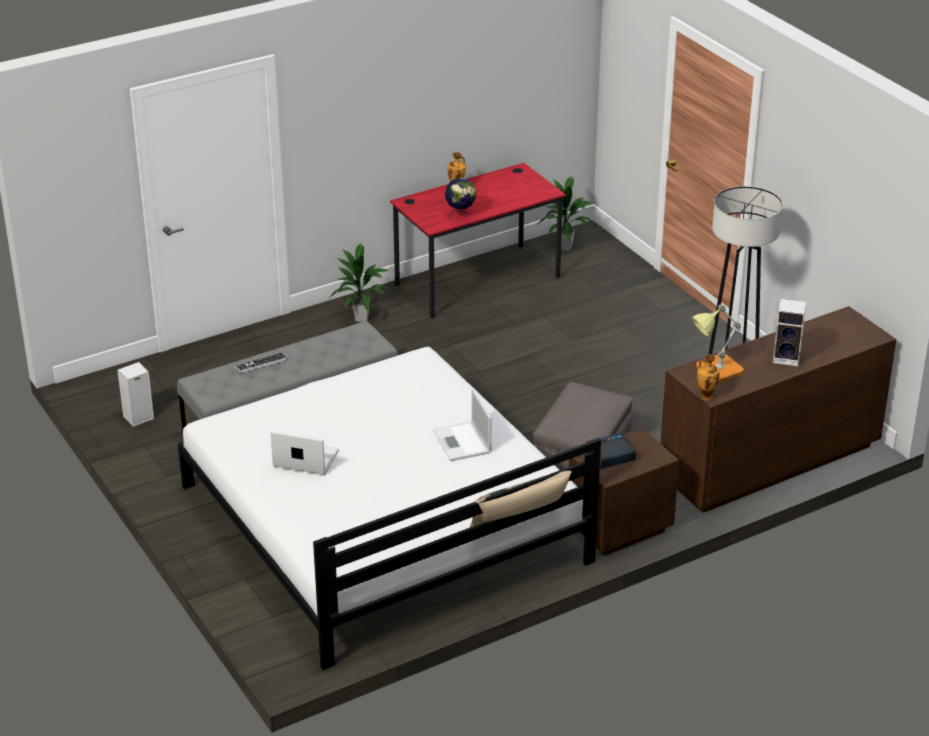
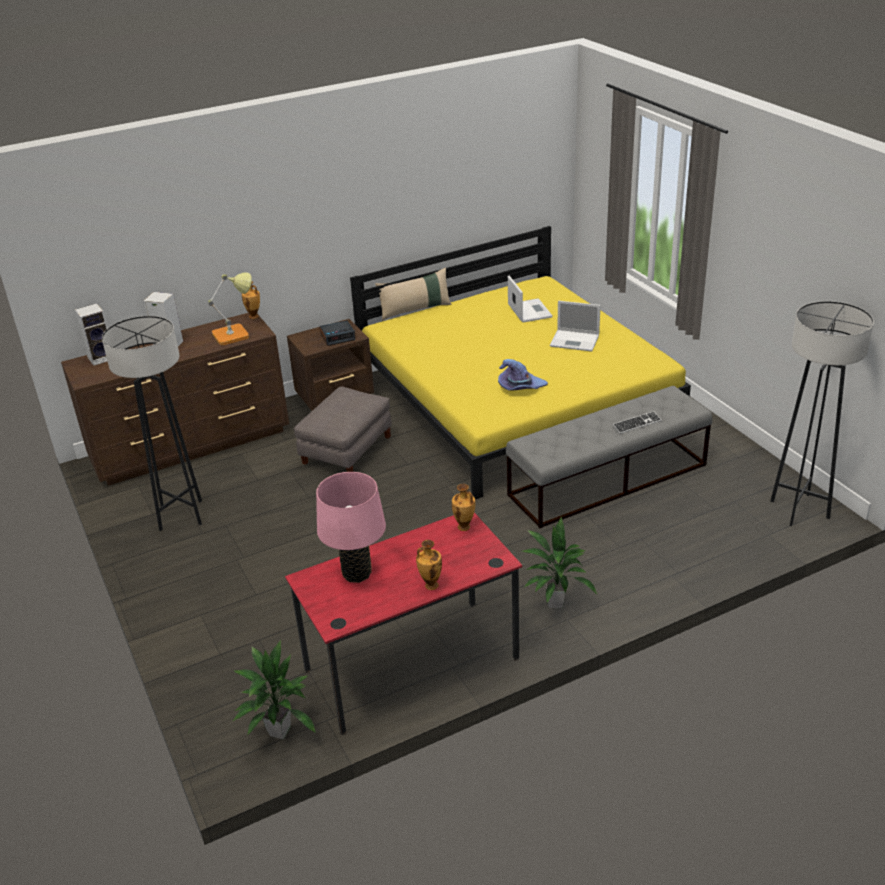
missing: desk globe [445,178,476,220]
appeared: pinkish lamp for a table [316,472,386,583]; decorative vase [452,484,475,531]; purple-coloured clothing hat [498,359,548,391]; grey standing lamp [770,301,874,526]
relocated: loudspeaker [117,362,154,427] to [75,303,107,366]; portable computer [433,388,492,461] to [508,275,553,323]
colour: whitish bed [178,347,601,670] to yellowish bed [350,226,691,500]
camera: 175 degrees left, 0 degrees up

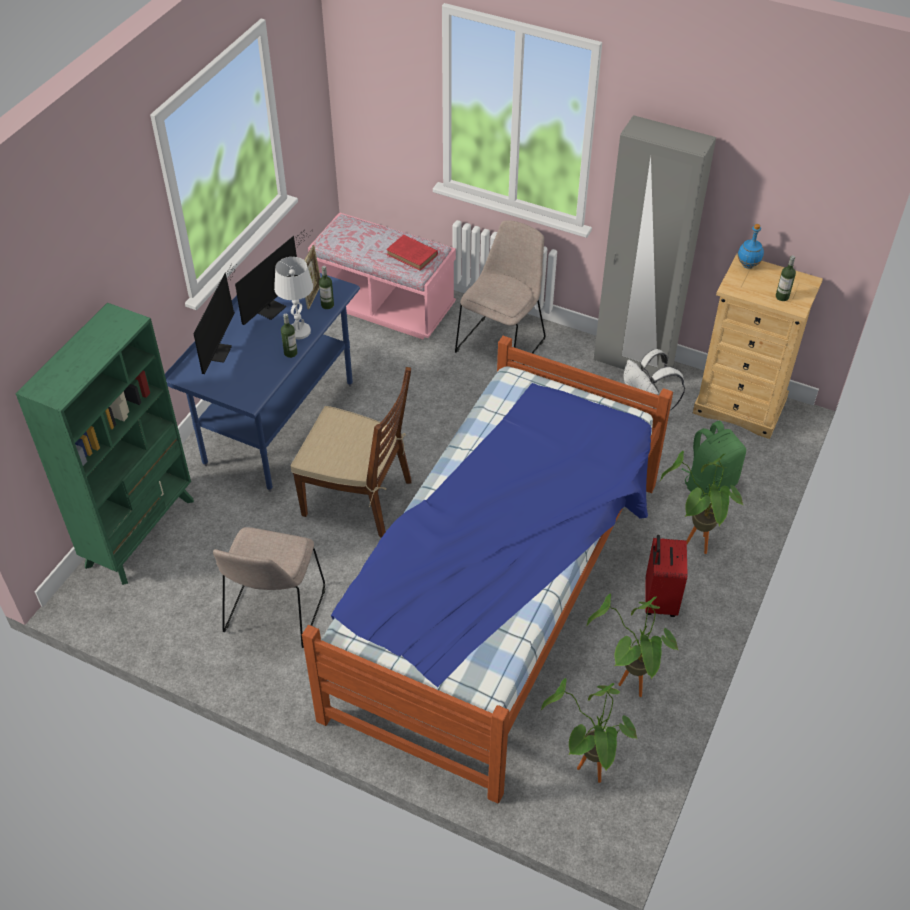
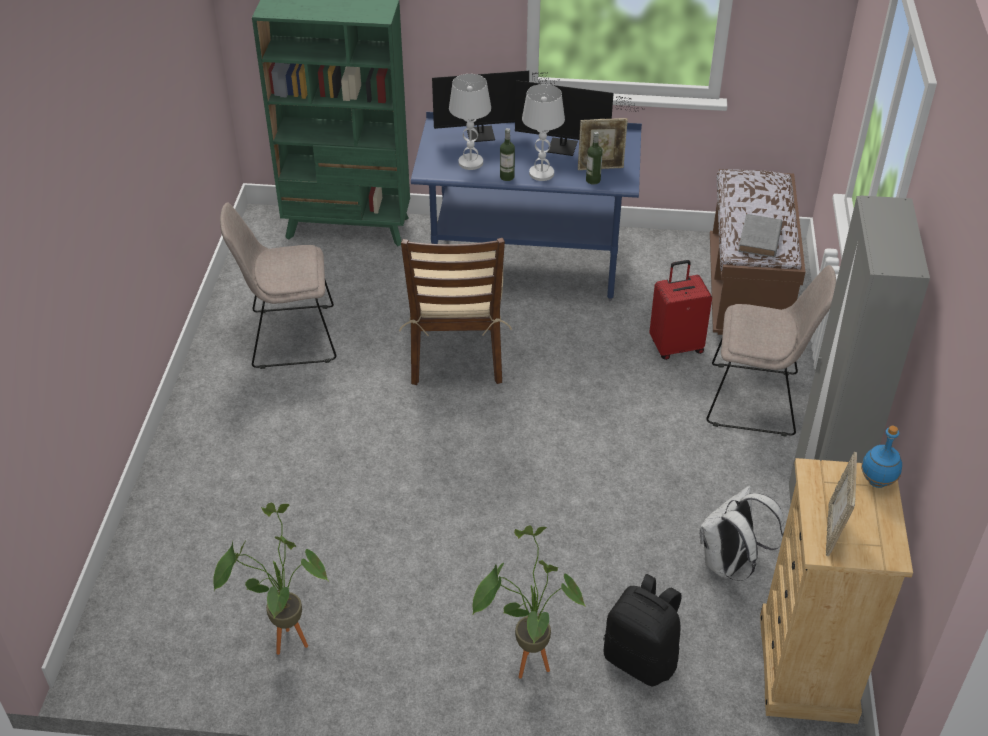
missing: bed [302,336,673,804]; plant in a pot [541,678,637,783]
appeared: whitish lamp for a table [449,74,491,170]
relocated: red-coloured piece of luggage [645,535,688,617] to [649,260,712,360]
exchanged: beverage bottle [776,256,796,301] to standing frame [826,452,857,556]
colour: greenish rucksack [681,421,746,499] to black-coloured rucksack [603,574,682,686]; pinkish long seat [308,212,456,339] to brown long seat [710,169,805,335]; red-coloured bound book [386,235,438,271] to grey bound book [738,214,782,258]
camera: 70 degrees right, 5 degrees down

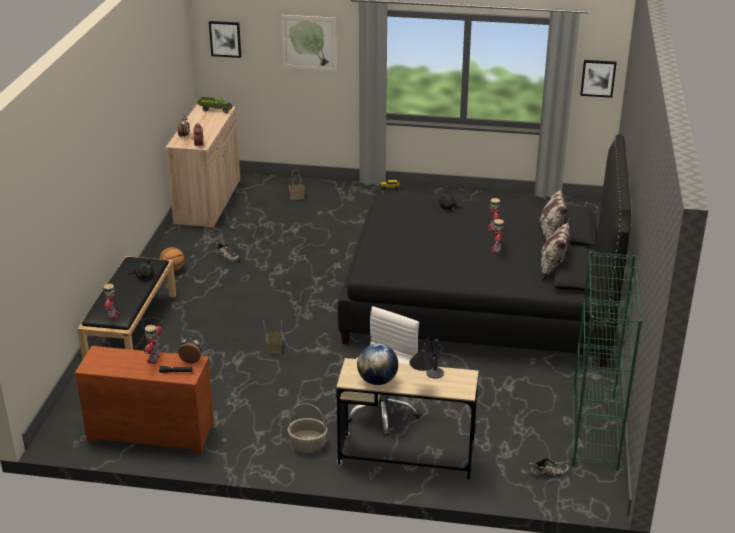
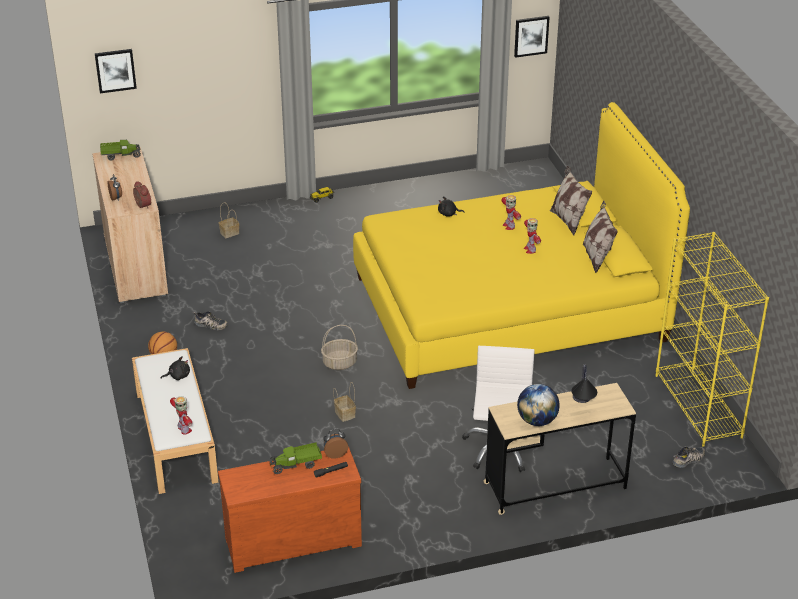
missing: picture [281,15,337,71]
relocated: storage basket [288,403,327,452] to [321,325,358,370]
exchanged: toy robot [144,325,162,364] to toy lorry [270,442,322,474]
colour: black-coloured long seat [77,256,176,360] to whitish long seat [132,348,218,494]; black-coloured bed [338,134,631,368] to yellowish bed [353,102,690,389]; greenish shelving unit [572,252,642,471] to yellowish shelving unit [656,232,769,447]
camera: 25 degrees left, 5 degrees up

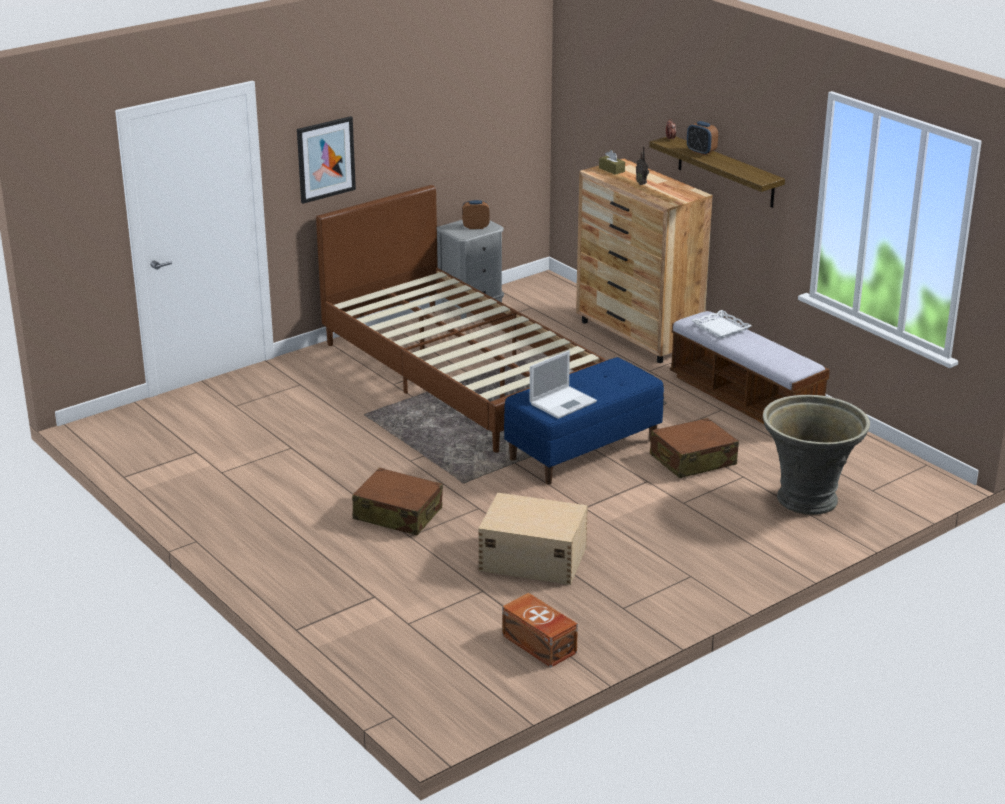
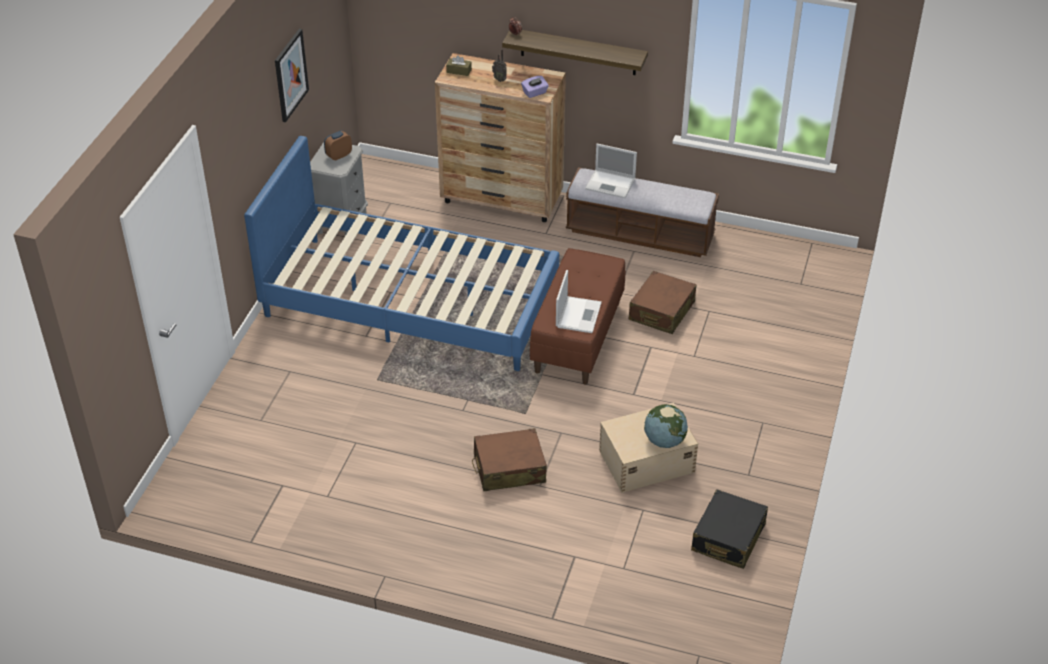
missing: alarm clock [687,121,718,156]; grey planter [763,395,870,515]
appeared: purple-coloured box of tissues [521,76,549,98]; desk globe [644,404,688,448]
relocated: picture [297,116,356,204] to [275,29,309,122]
exchanged: whitish tray [691,310,752,338] to portable computer [585,143,637,198]; brown storage container [502,593,578,667] to black-coloured piece of luggage [691,489,768,569]
colour: brown bed [316,185,608,453] to blue-coloured bed [244,136,559,371]; blue-coloured long seat [504,357,664,485] to brown long seat [530,248,626,385]
camera: 35 degrees left, 15 degrees up

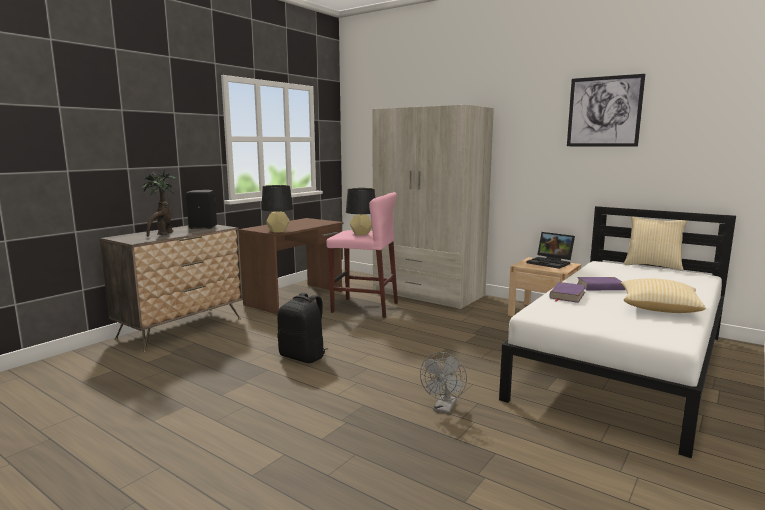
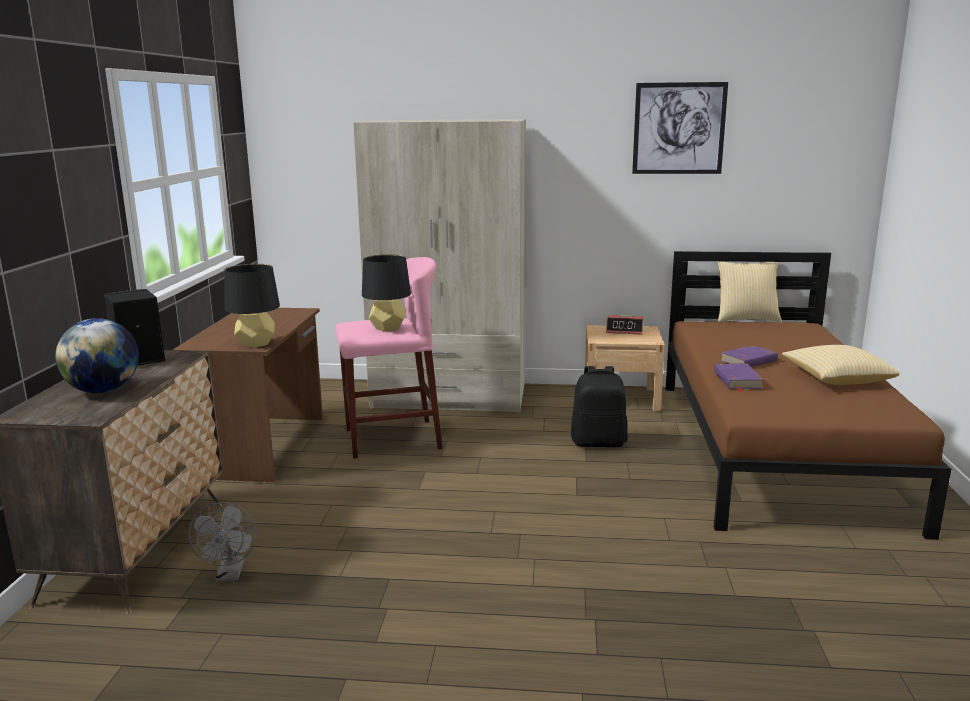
relocated: grey electric fan [420,352,467,414] to [188,502,256,582]; black-coloured rucksack [277,293,327,363] to [571,366,628,447]
exchanged: plant in a pot [142,170,177,237] to desk globe [55,318,139,393]; portable computer [527,232,575,269] to alarm clock [606,315,644,335]
colour: whitish bed [499,206,736,458] to brown bed [666,251,951,540]
camera: 30 degrees left, 5 degrees up

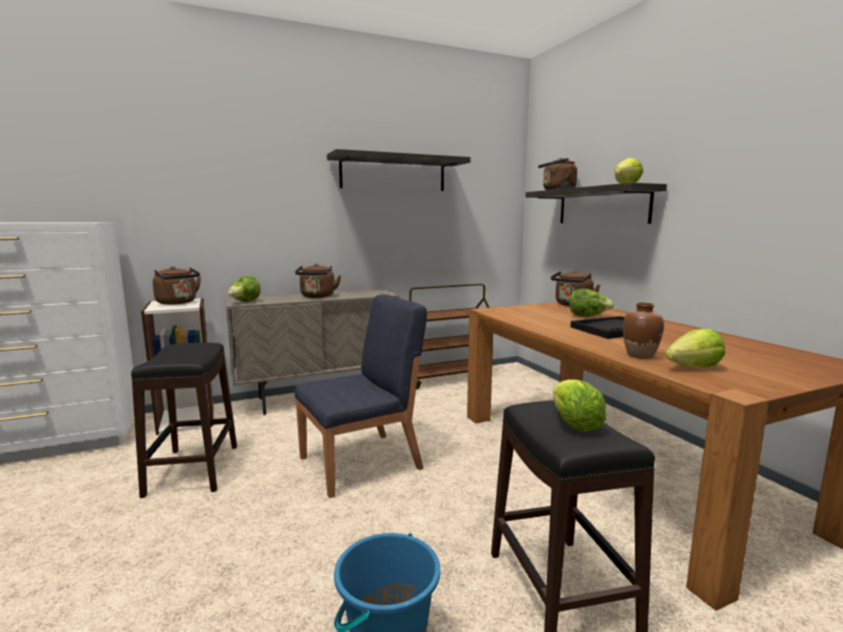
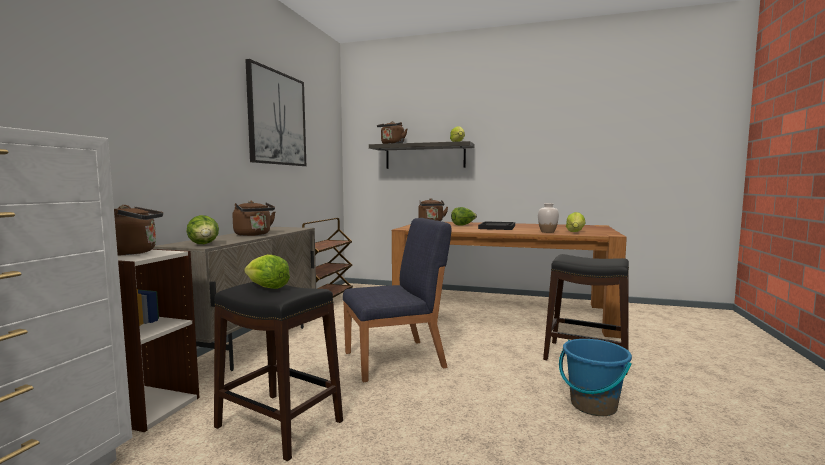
relocated: lettuce [553,379,606,432] to [244,254,290,289]
exchanged: bracket shelf [327,149,471,191] to picture [245,59,306,166]
colour: brown decorative vase [623,303,664,359] to whitish decorative vase [538,203,559,233]
spun: blue-coloured plain chair [295,294,427,498] = [343,218,451,382] 60 degrees clockwise
camera: 50 degrees left, 5 degrees down

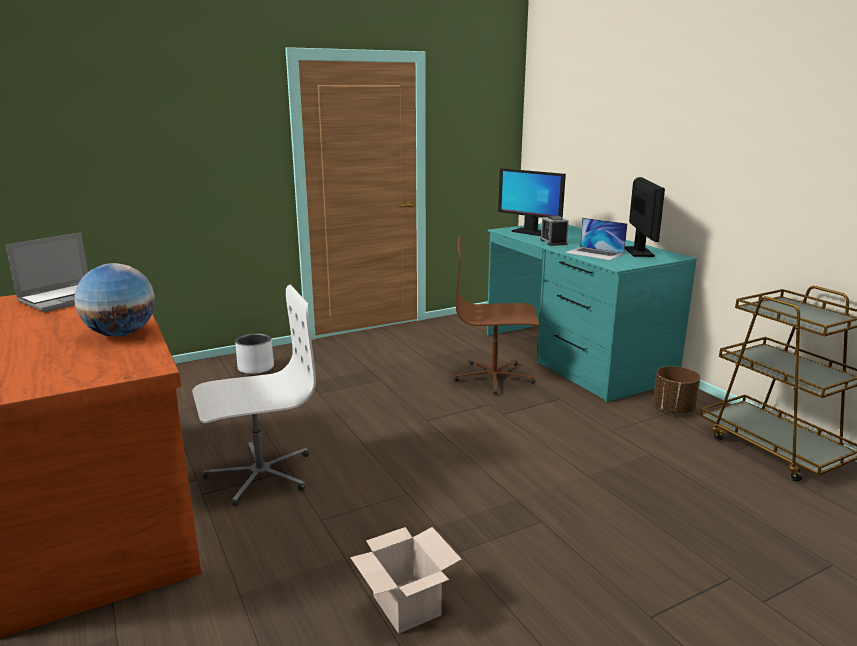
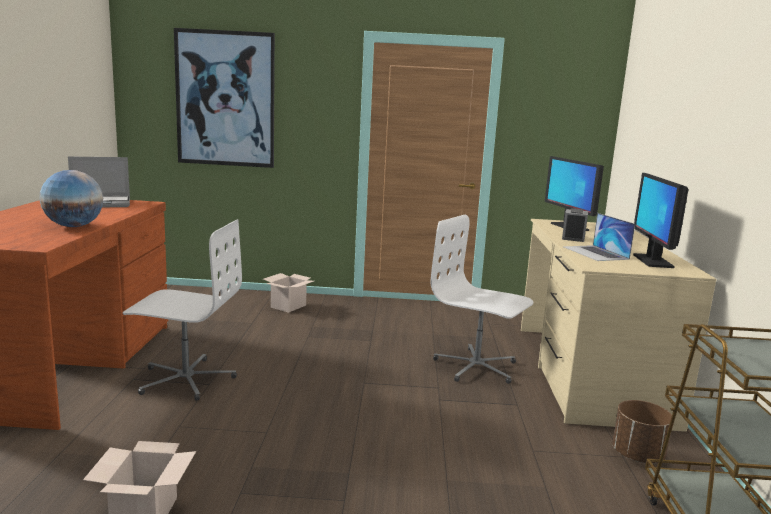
appeared: picture [174,28,275,168]
exchanged: grey planter [235,333,274,374] to carton [263,273,314,313]
colour: brown office chair [454,237,539,395] to whitish office chair [431,215,533,384]; blue-green desk table [487,223,697,402] to beige-coloured desk table [521,219,717,432]
spun: monitor [625,177,665,257] = [633,173,688,268] 150 degrees clockwise
camera: 30 degrees right, 5 degrees down

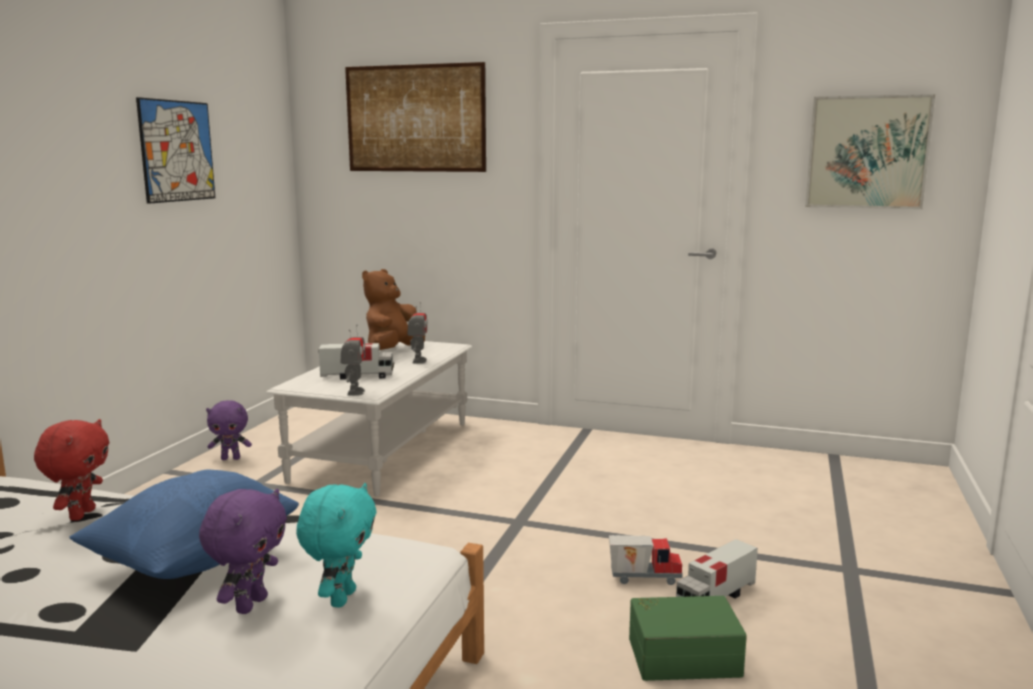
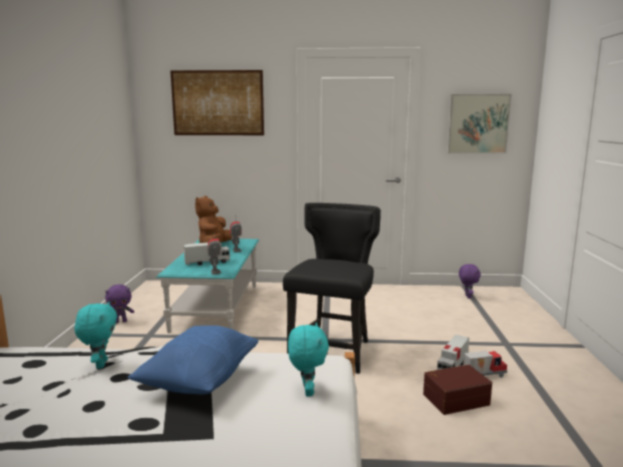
missing: picture [136,97,215,204]
appeared: black-coloured plain chair [283,203,381,374]
relocated: purple-coloured cuddly toy [199,489,287,614] to [459,264,481,299]; toy lorry [609,535,683,585] to [464,351,507,378]
colour: red-coloured cuddly toy [34,419,109,521] to blue-green cuddly toy [74,302,117,369]; whitish coffee table [266,341,472,496] to blue-green coffee table [156,239,259,333]; greenish storage container [629,596,747,681] to brown storage container [423,364,492,415]
camera: 15 degrees left, 0 degrees up

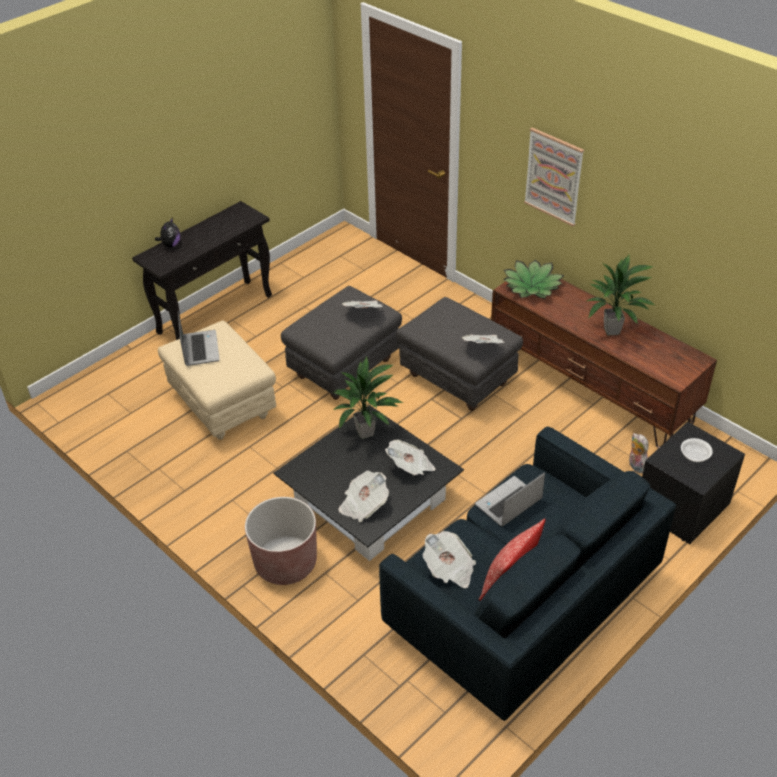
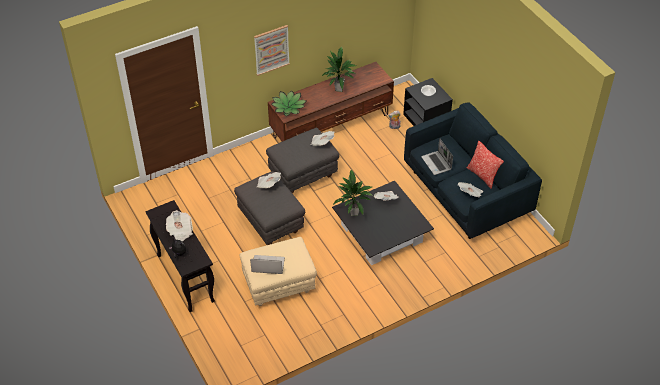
missing: brown planter [245,497,317,585]
relocated: daily paper [339,471,389,522] to [166,210,193,242]
camera: 75 degrees left, 5 degrees up

